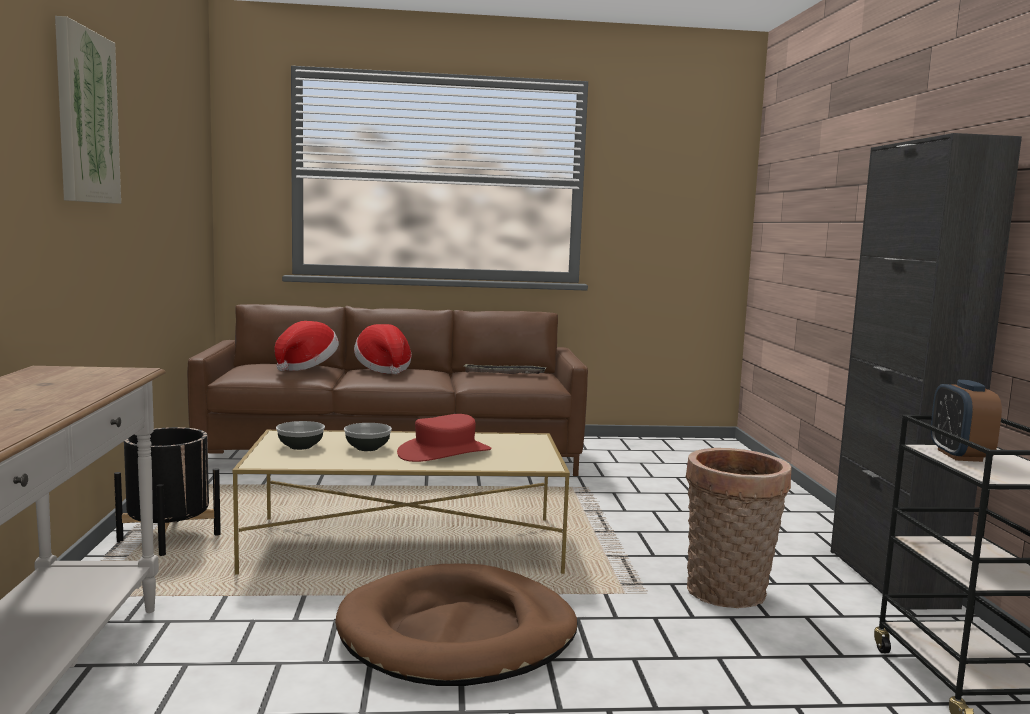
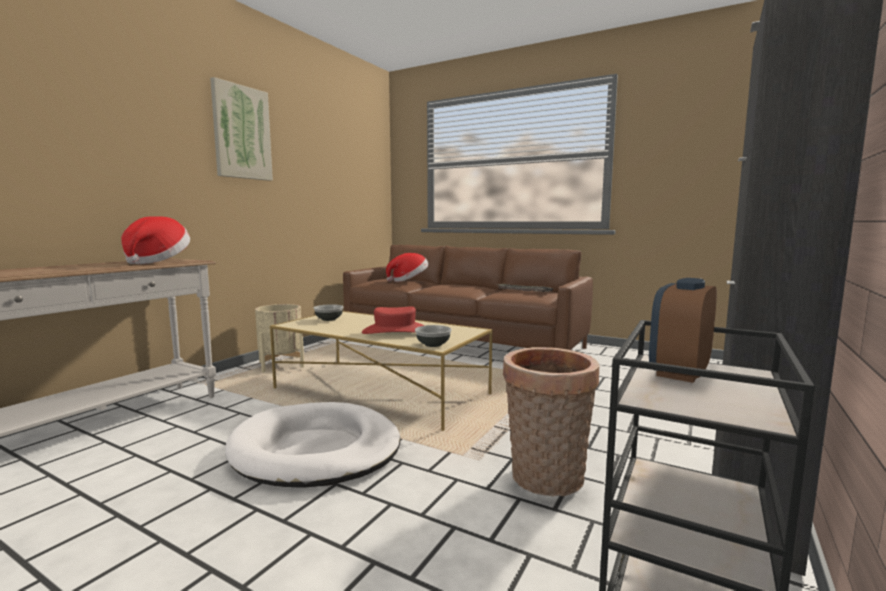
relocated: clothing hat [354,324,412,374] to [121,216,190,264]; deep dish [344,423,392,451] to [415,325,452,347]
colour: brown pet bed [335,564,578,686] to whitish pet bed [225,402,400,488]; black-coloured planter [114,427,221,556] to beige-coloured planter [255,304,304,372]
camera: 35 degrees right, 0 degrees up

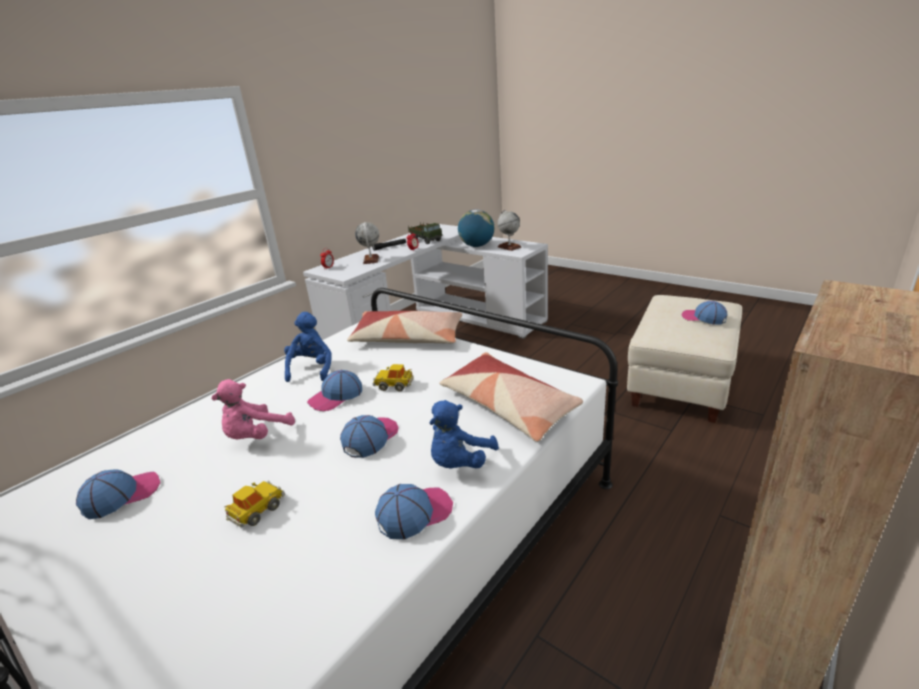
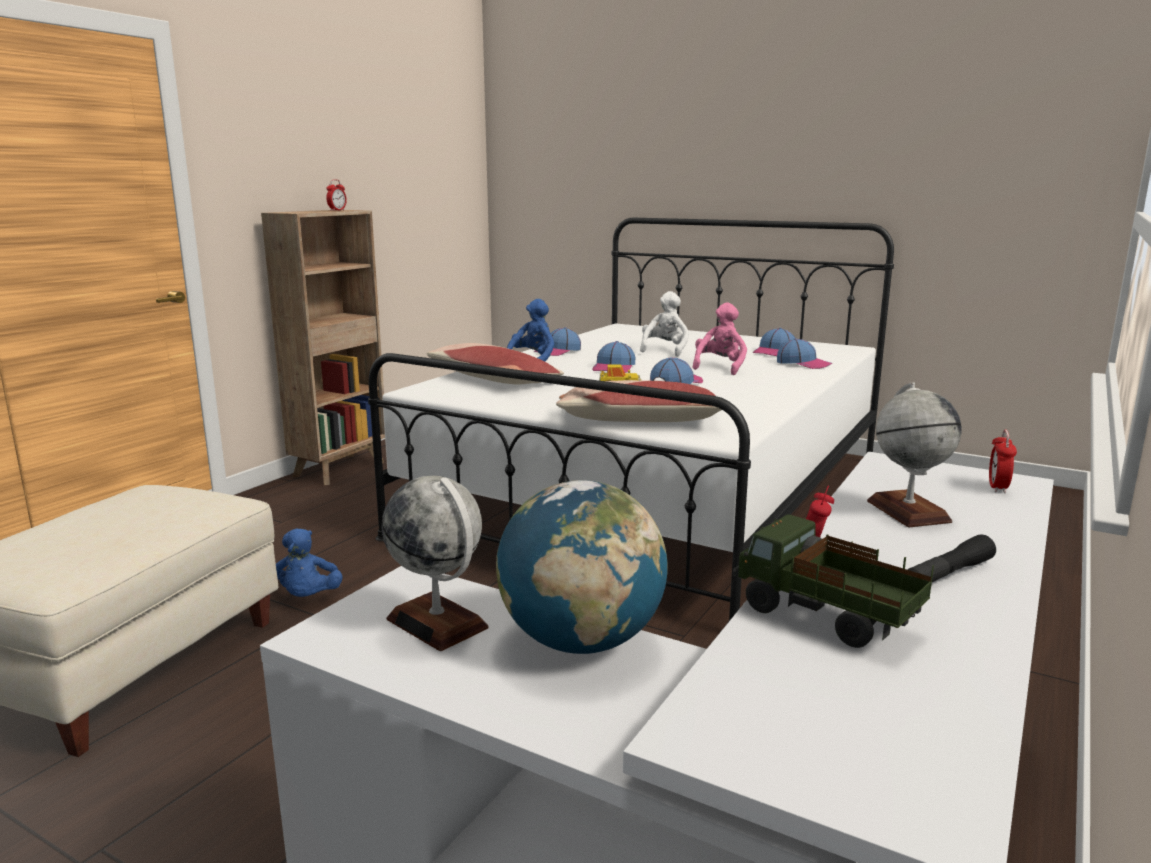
appeared: alarm clock [326,179,347,211]
relocated: blue-coloured cuddly toy [284,312,332,382] to [276,529,343,597]; cap [681,301,727,324] to [777,338,832,369]
exchanged: toy car [224,481,285,527] to whitish cuddly toy [640,291,689,357]
camera: 170 degrees right, 10 degrees down

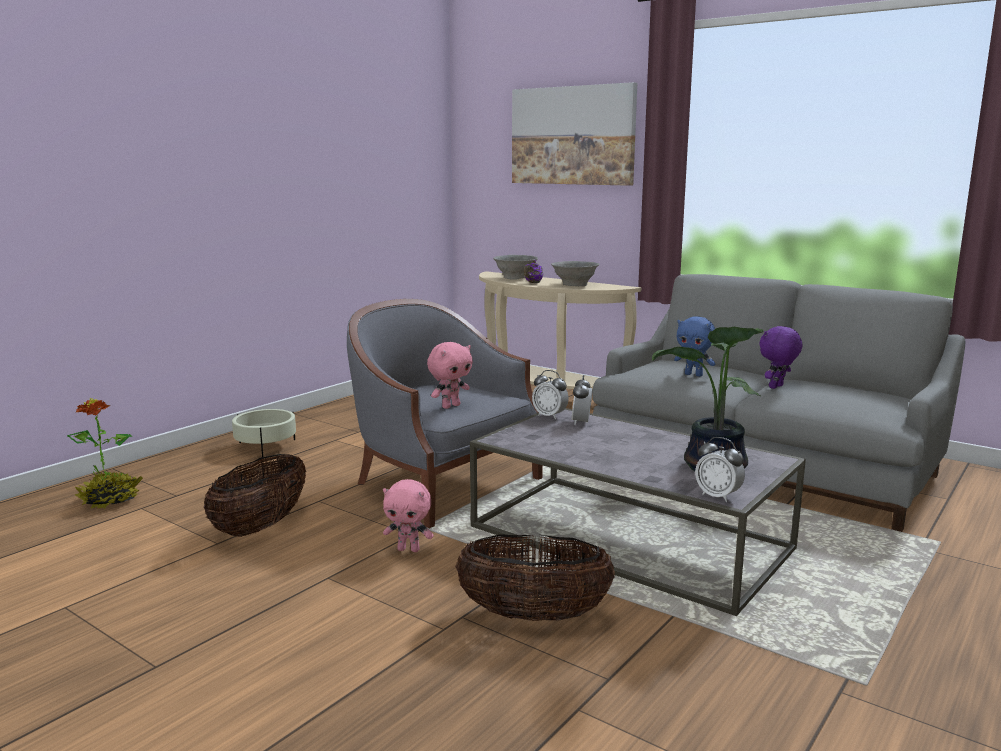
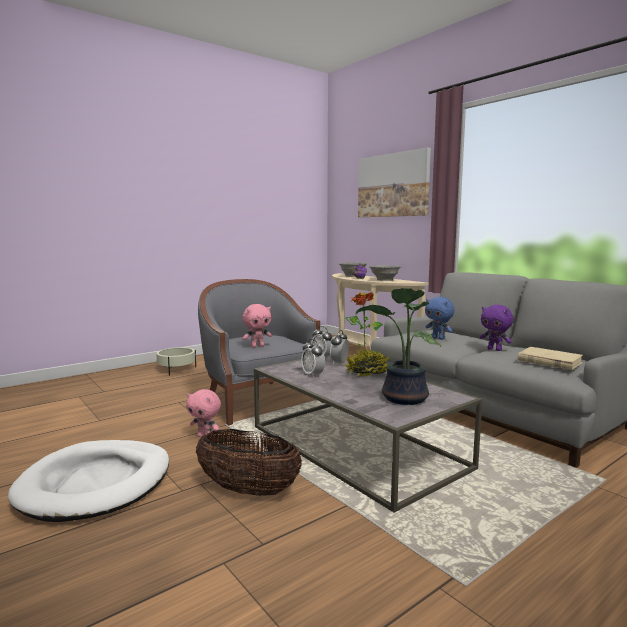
missing: storage basket [204,454,306,537]
appeared: whitish pet bed [8,440,169,522]; beige-coloured bound book [518,347,583,370]
relocated: alarm clock [695,437,745,502] to [301,339,325,378]; plant in a pot [67,398,143,509] to [345,291,389,377]
spun: purple-coloured cuddly toy [759,326,802,389] = [480,305,513,351] 105 degrees counterclockwise
camera: 15 degrees right, 5 degrees down

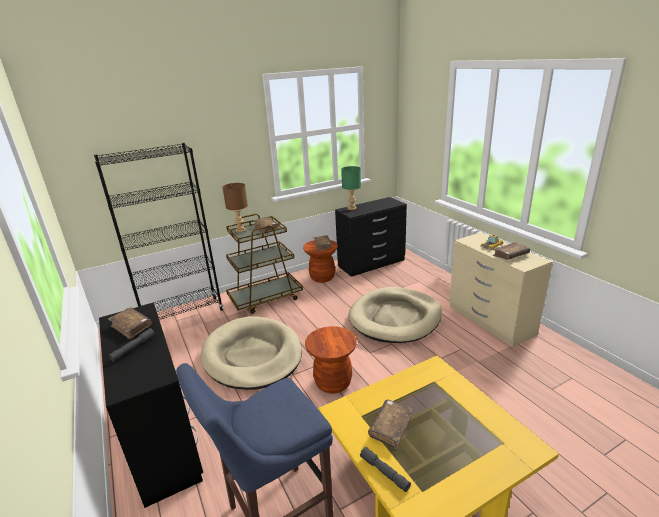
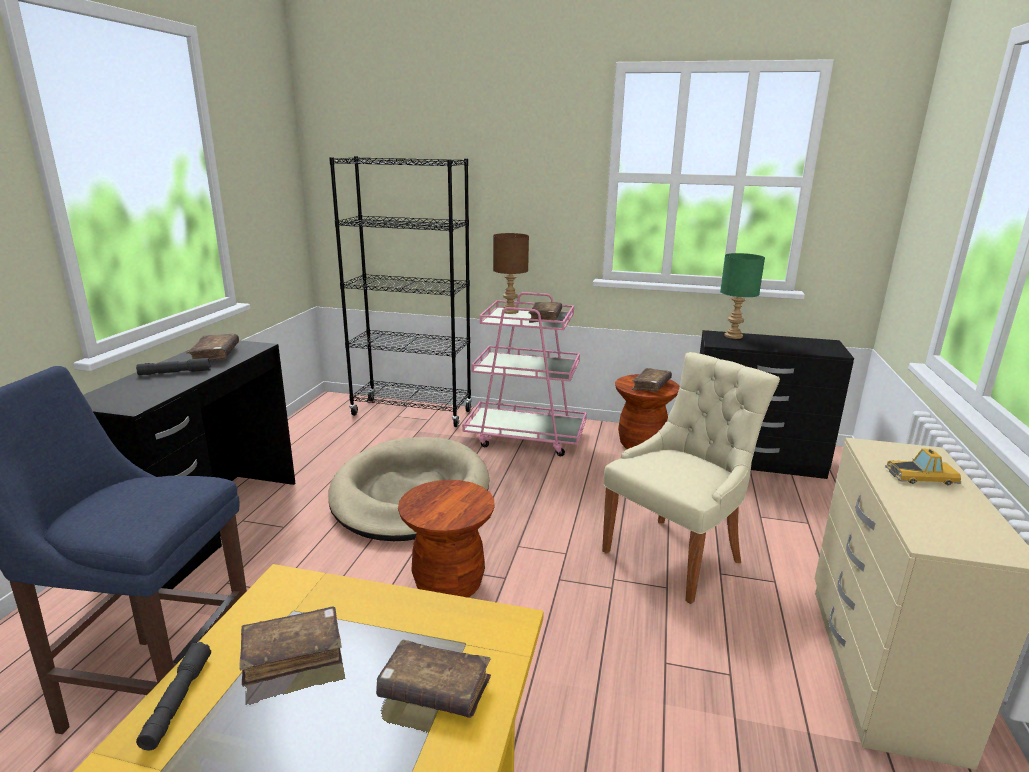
relocated: brown bound book [493,242,530,260] to [376,640,491,718]
exchanged: beige-coloured pet bed [349,287,442,343] to beige-coloured plain chair [602,352,780,604]
colour: brown trolley [226,214,303,314] to pinkish trolley [462,292,587,456]
camera: 40 degrees right, 5 degrees down

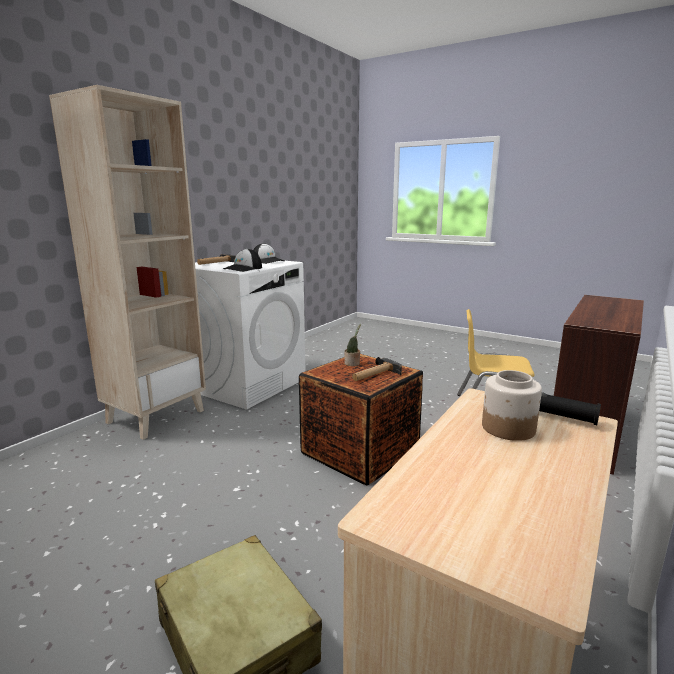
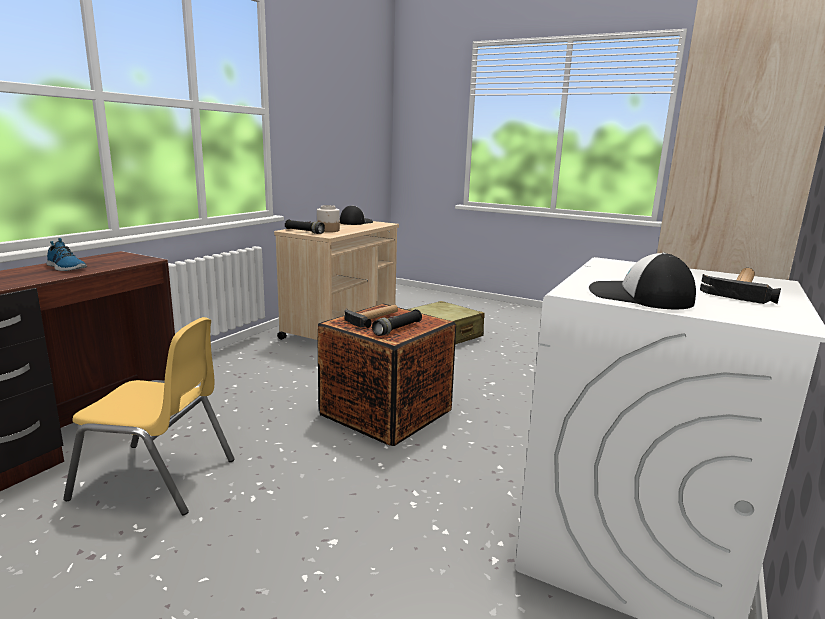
appeared: low shoe [47,238,87,271]
relocated: cap [223,249,262,272] to [340,205,373,225]
exchanged: plant in a pot [345,324,361,366] to black-coloured hand torch [372,309,422,336]
camera: 175 degrees right, 0 degrees up

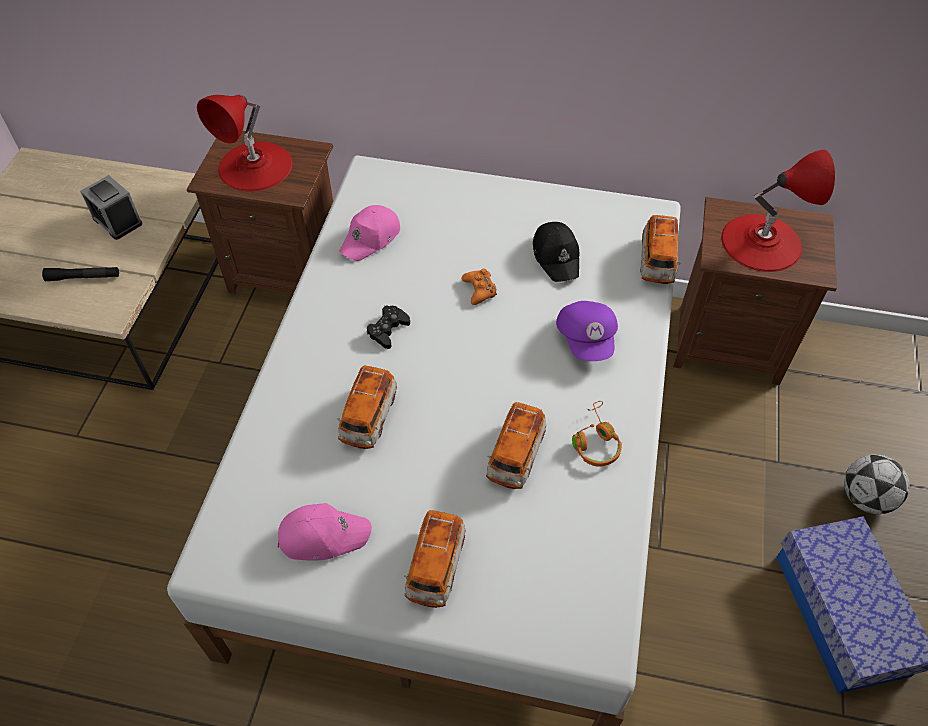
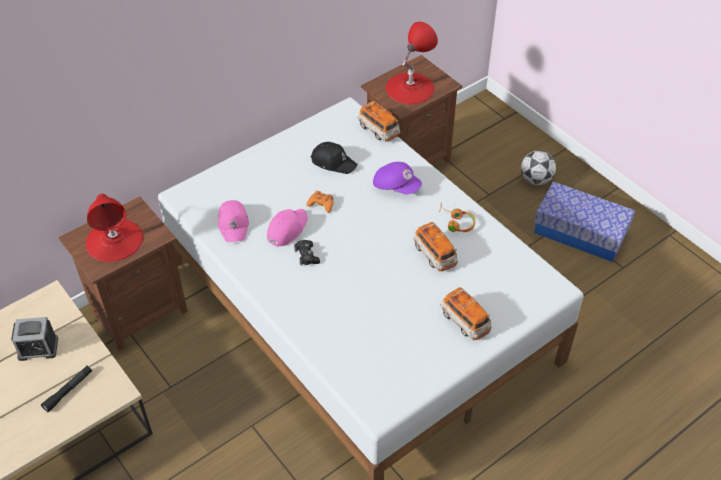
missing: toy car [337,366,397,449]
relocated: pinkish cap [278,503,372,561] to [267,209,308,246]
camera: 50 degrees left, 5 degrees down

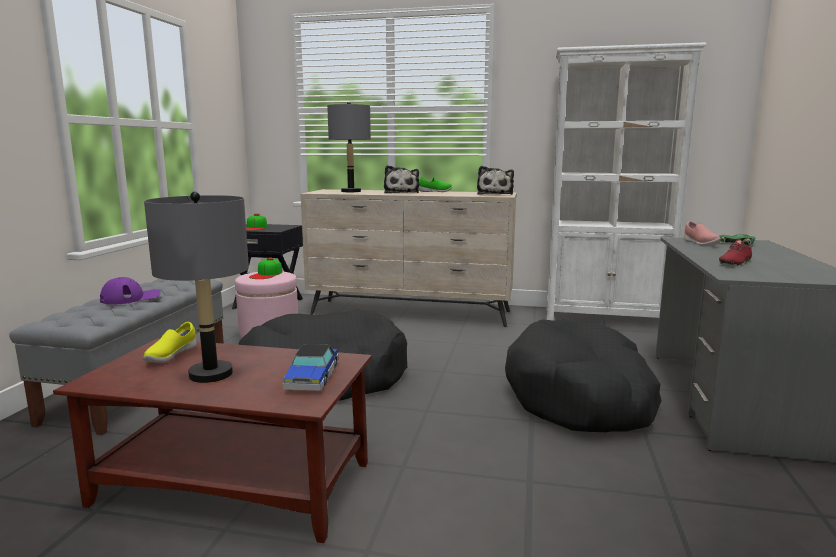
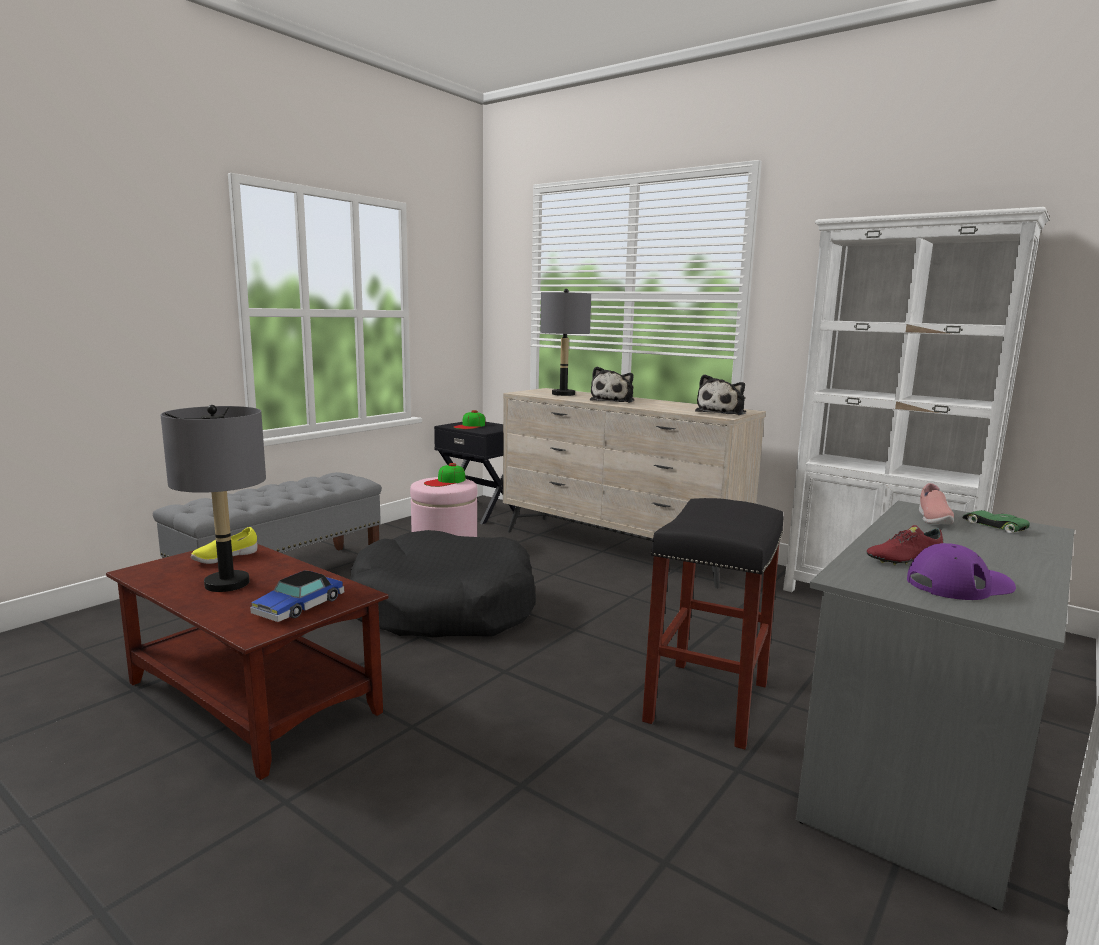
missing: greenish low shoe [419,177,452,192]
relocated: purple-coloured cap [100,277,161,305] to [907,543,1016,600]
exchanged: black-coloured pet bed [505,319,662,432] to black-coloured sitting stool [642,498,784,750]
camera: 25 degrees right, 0 degrees up

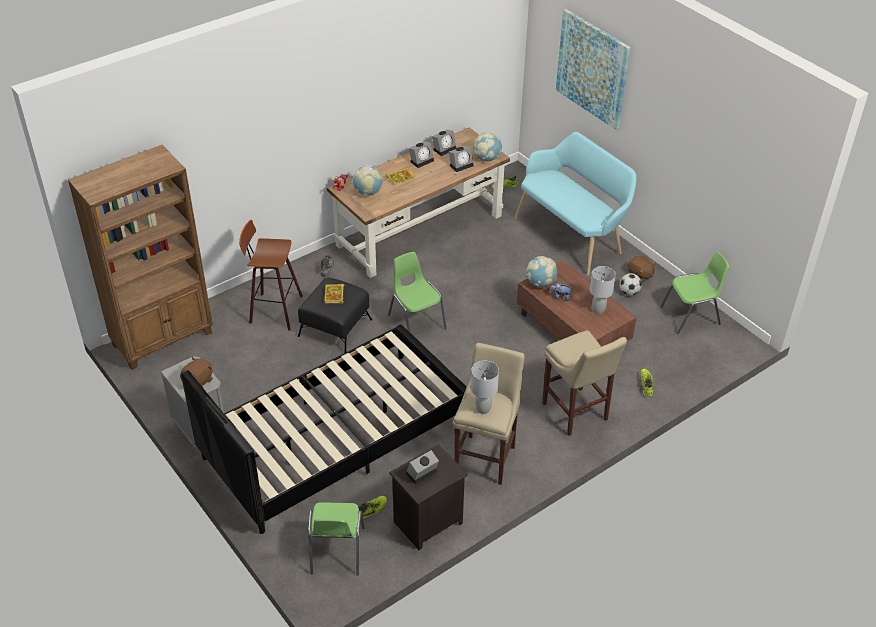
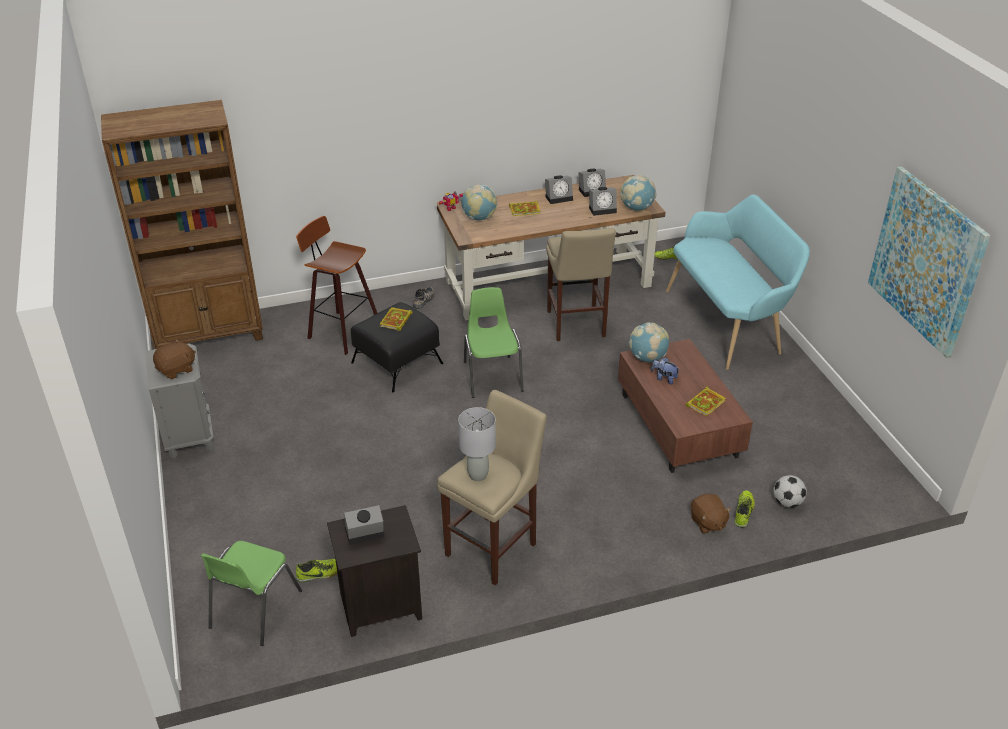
missing: black-coloured bed [181,324,466,534]; greenish plain chair [660,252,729,334]
relocated: beige-coloured sitting stool [542,330,627,436] to [546,228,616,341]; brown cuddly toy [628,256,656,282] to [691,494,732,534]; football ball [619,273,642,295] to [773,475,807,508]; picture [556,9,630,130] to [868,166,991,358]
exchanged: grey lamp for a table [590,266,616,314] to bound book [686,387,726,416]
camera: 20 degrees right, 5 degrees down

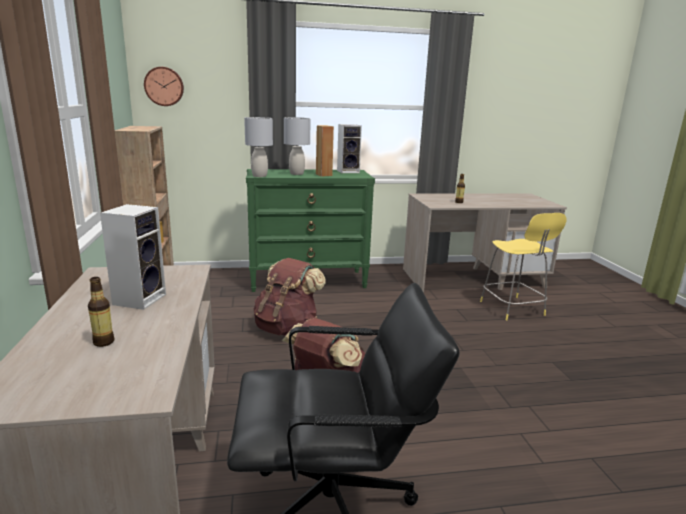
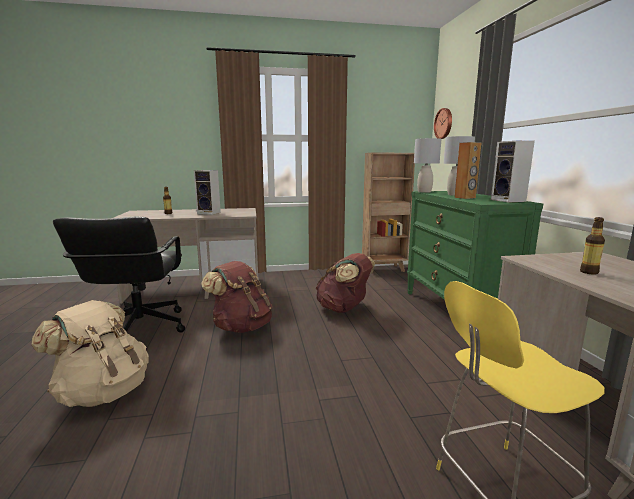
appeared: beige-coloured rucksack [31,300,149,407]
camera: 90 degrees right, 5 degrees down

